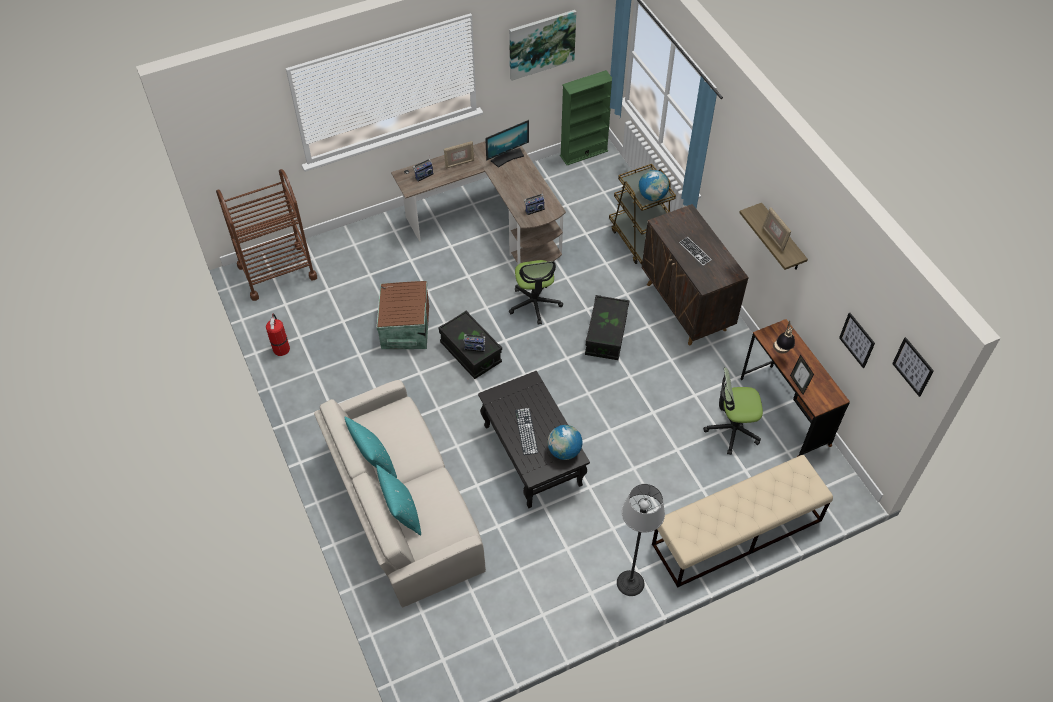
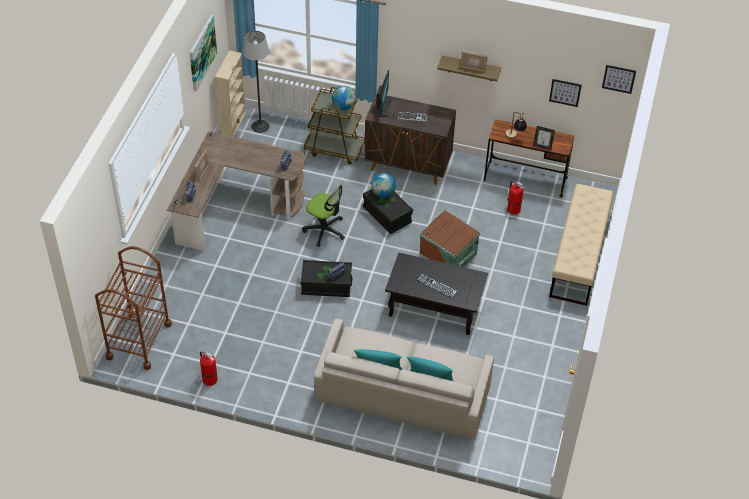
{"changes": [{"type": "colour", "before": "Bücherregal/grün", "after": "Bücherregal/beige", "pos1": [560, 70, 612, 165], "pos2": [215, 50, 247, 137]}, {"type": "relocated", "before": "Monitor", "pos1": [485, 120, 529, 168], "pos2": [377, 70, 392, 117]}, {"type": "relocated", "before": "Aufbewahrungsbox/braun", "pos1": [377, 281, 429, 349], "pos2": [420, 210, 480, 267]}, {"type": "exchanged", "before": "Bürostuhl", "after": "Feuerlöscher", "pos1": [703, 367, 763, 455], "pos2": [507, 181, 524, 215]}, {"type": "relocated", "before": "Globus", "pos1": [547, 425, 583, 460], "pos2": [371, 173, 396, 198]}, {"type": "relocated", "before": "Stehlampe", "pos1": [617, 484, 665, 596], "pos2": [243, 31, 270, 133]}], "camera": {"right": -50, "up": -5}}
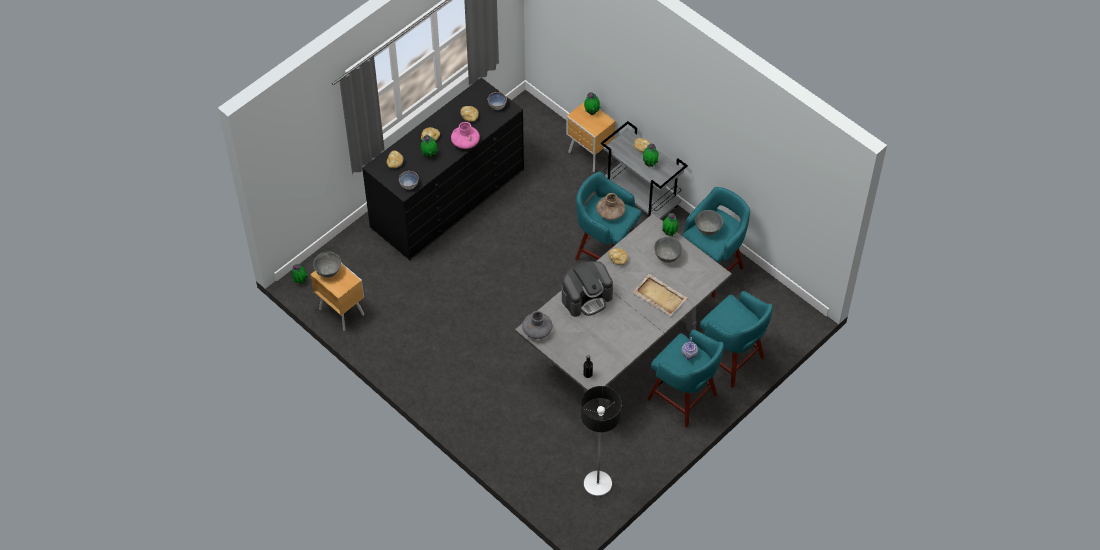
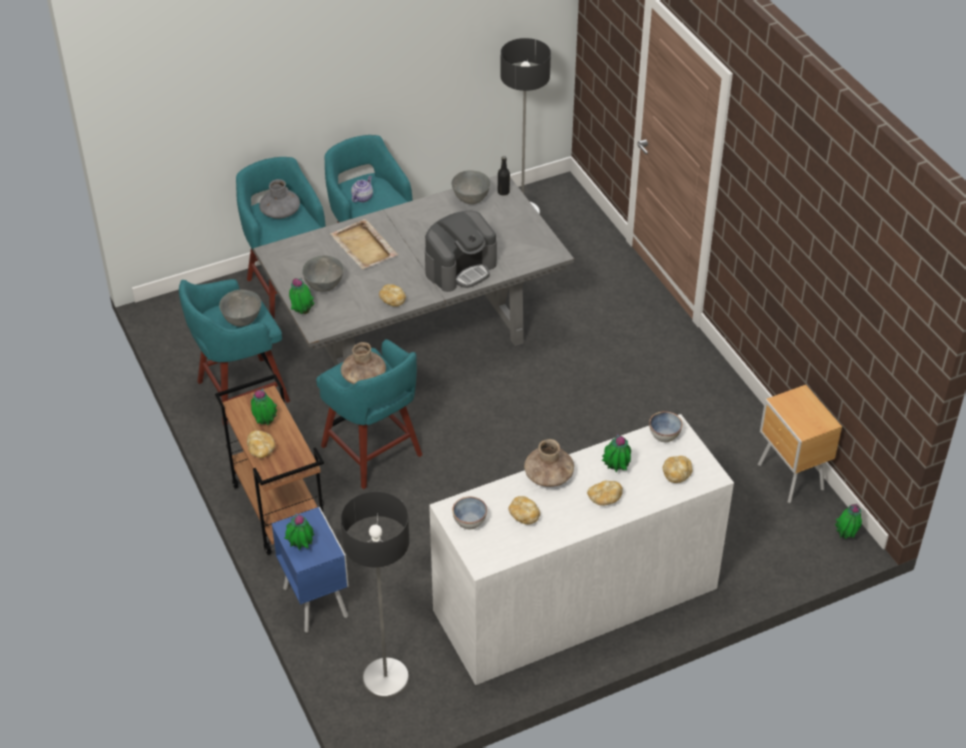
{"changes": [{"type": "colour", "before": "Kommode/schwarz", "after": "Kommode/weiß", "pos1": [362, 78, 524, 260], "pos2": [429, 414, 734, 685]}, {"type": "colour", "before": "Nachttisch/braun", "after": "Nachttisch/blau", "pos1": [566, 102, 615, 172], "pos2": [272, 507, 349, 633]}, {"type": "colour", "before": "Rollwagen/grau", "after": "Rollwagen/braun", "pos1": [601, 121, 688, 219], "pos2": [215, 374, 324, 555]}, {"type": "colour", "before": "Vase/rosa", "after": "Vase/braun", "pos1": [451, 122, 480, 149], "pos2": [524, 439, 574, 487]}, {"type": "relocated", "before": "Schüssel/grau", "pos1": [313, 251, 341, 278], "pos2": [451, 170, 491, 204]}, {"type": "spun", "before": "Kaffeemaschine", "pos1": [562, 261, 613, 317], "pos2": [425, 211, 497, 292], "turn": 150}, {"type": "relocated", "before": "Vase/grau", "pos1": [522, 311, 552, 339], "pos2": [259, 179, 300, 219]}, {"type": "appeared", "after": "Stehlampe", "pos2": [341, 491, 409, 699]}], "camera": {"right": -160, "up": -10}}
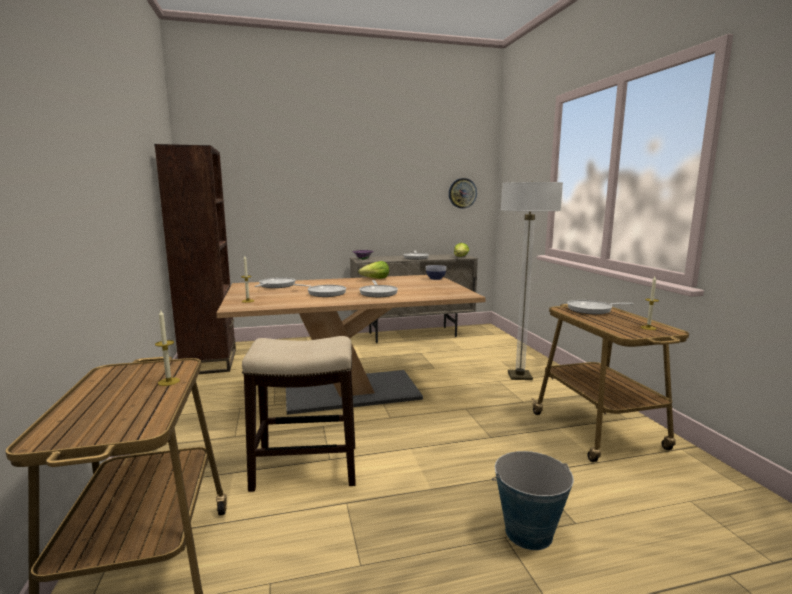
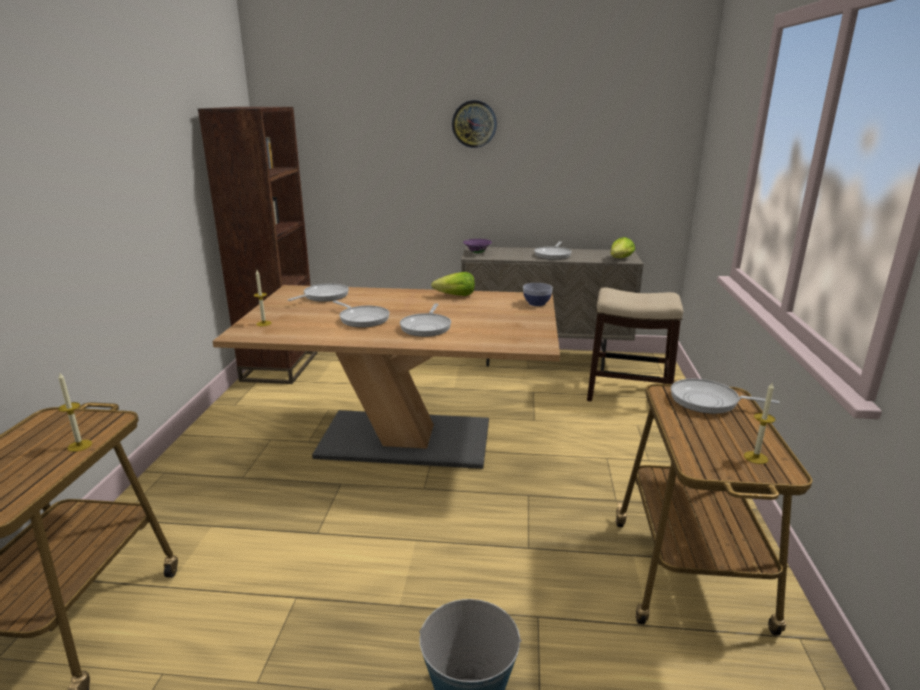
{"changes": [{"type": "relocated", "before": "Wanduhr", "pos1": [449, 178, 477, 208], "pos2": [452, 100, 497, 148]}, {"type": "missing", "before": "Stehlampe", "pos1": [501, 182, 563, 380]}, {"type": "relocated", "before": "Hocker", "pos1": [242, 336, 356, 492], "pos2": [587, 287, 683, 401]}], "camera": {"right": 20, "up": 10}}
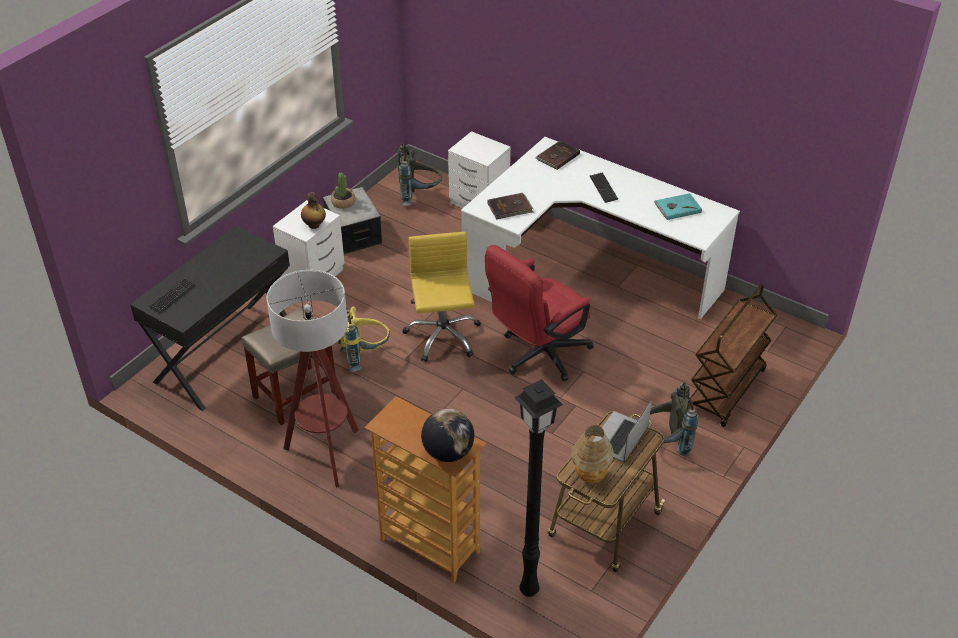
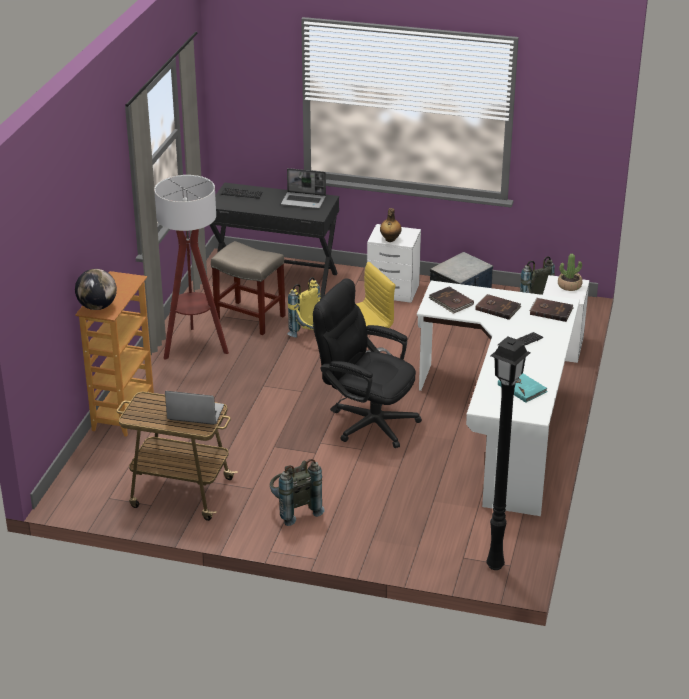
{"changes": [{"type": "relocated", "before": "Topfpflanze", "pos1": [331, 173, 355, 209], "pos2": [558, 254, 583, 291]}, {"type": "colour", "before": "Bürostuhl/rot", "after": "Bürostuhl/schwarz", "pos1": [485, 245, 594, 382], "pos2": [313, 278, 422, 448]}, {"type": "missing", "before": "Rollwagen/braun", "pos1": [689, 283, 777, 427]}, {"type": "relocated", "before": "Stehlampe/schwarz", "pos1": [514, 379, 563, 597], "pos2": [486, 337, 531, 570]}, {"type": "missing", "before": "Tischlampe", "pos1": [571, 425, 614, 483]}, {"type": "appeared", "after": "Laptop", "pos2": [281, 168, 326, 209]}, {"type": "appeared", "after": "Buch/braun", "pos2": [475, 294, 521, 320]}], "camera": {"right": 70, "up": -10}}
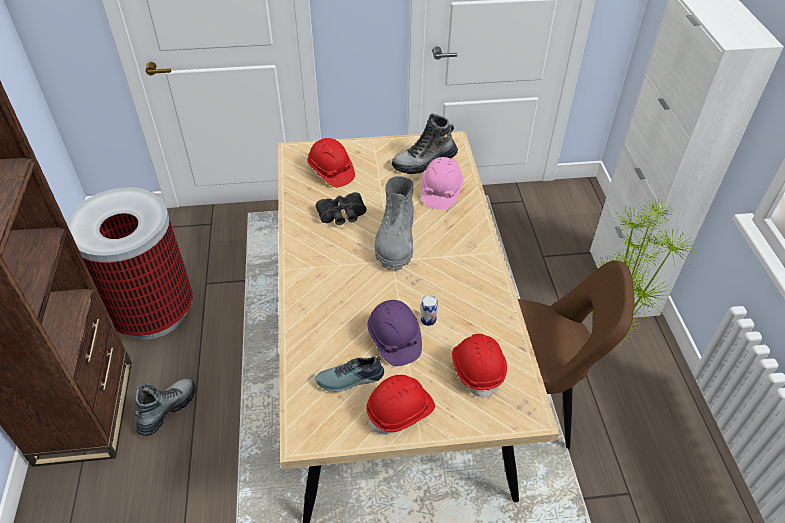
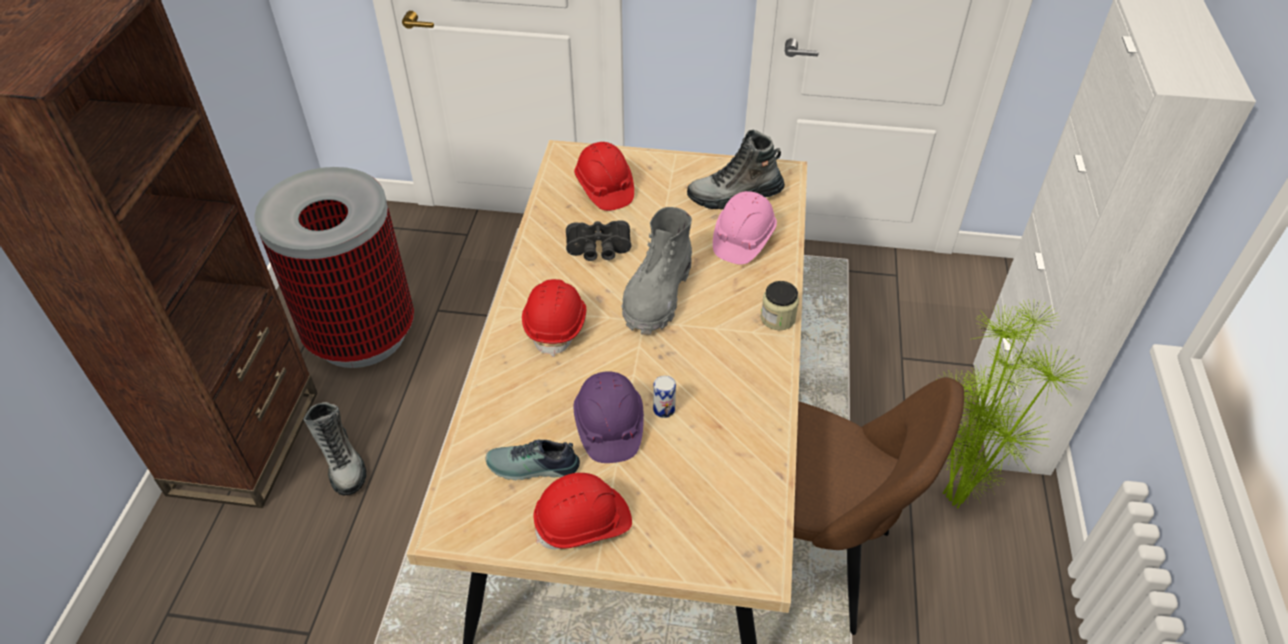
{"changes": [{"type": "relocated", "before": "Schutzhelm/rot", "pos1": [452, 334, 507, 399], "pos2": [522, 279, 586, 357]}, {"type": "spun", "before": "Stiefel", "pos1": [135, 378, 196, 436], "pos2": [303, 402, 366, 496], "turn": 105}, {"type": "appeared", "after": "Vorratsglas", "pos2": [761, 281, 799, 330]}], "camera": {"right": 15, "up": 0}}
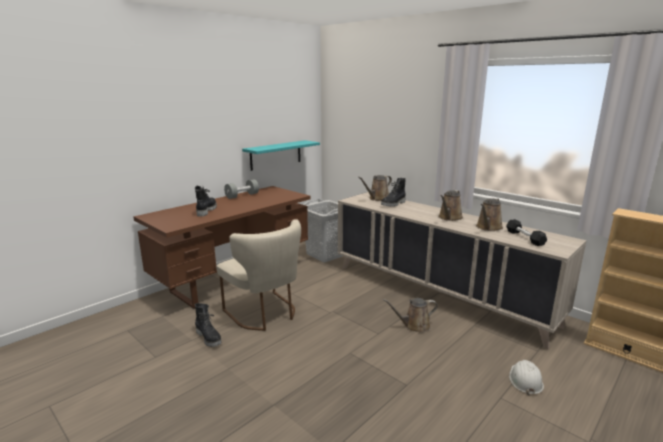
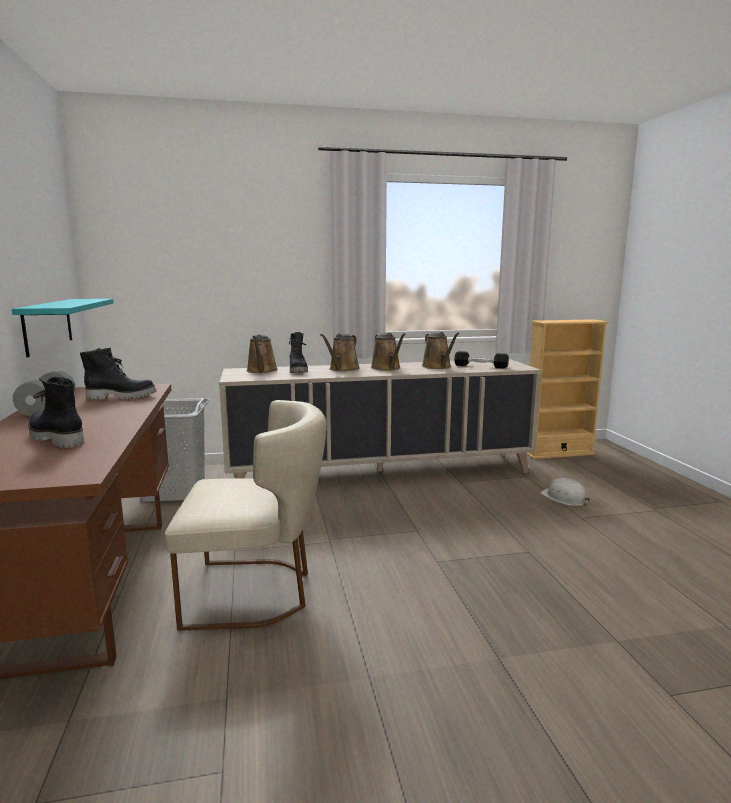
{"changes": [{"type": "relocated", "before": "Gießkanne/braun", "pos1": [383, 298, 438, 333], "pos2": [320, 333, 360, 371]}, {"type": "relocated", "before": "Stiefel/schwarz", "pos1": [195, 303, 222, 347], "pos2": [80, 348, 157, 400]}], "camera": {"right": -55, "up": -5}}
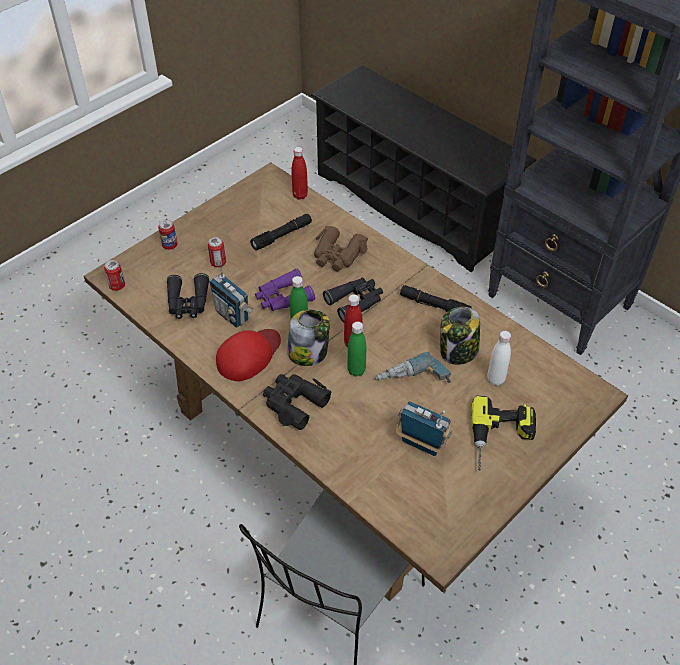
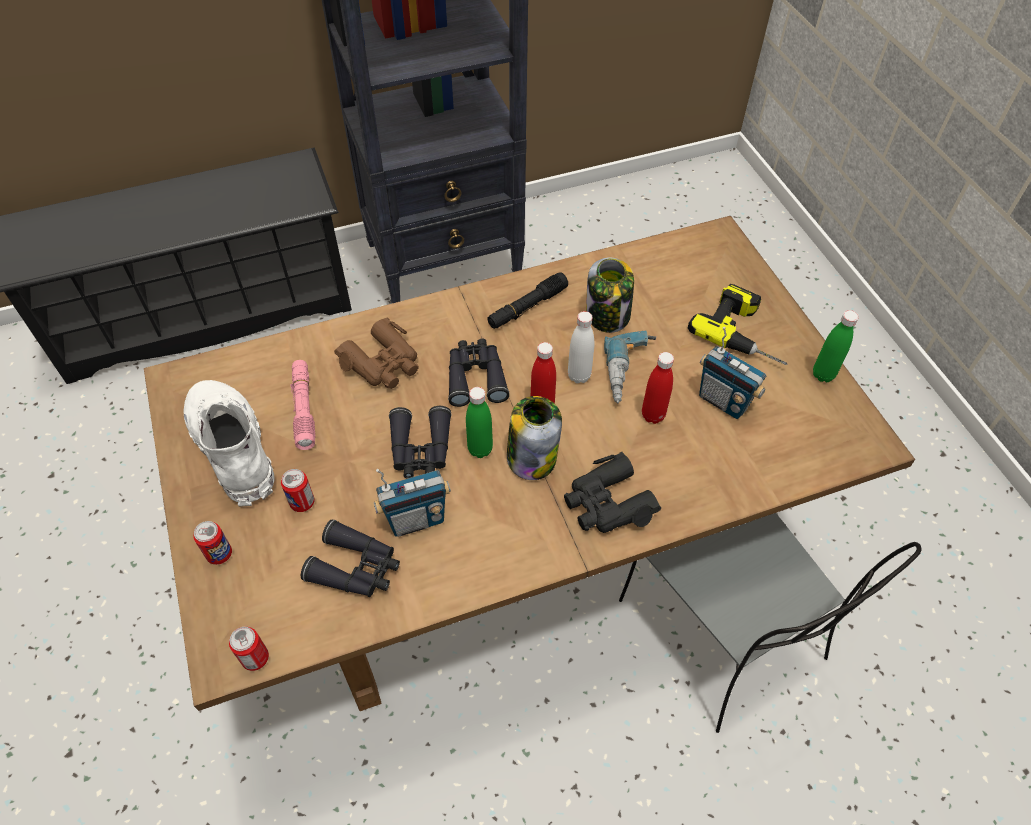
{"changes": [{"type": "relocated", "before": "Flasche/rot", "pos1": [291, 147, 308, 200], "pos2": [642, 352, 674, 424]}, {"type": "colour", "before": "Taschenlampe/schwarz", "after": "Taschenlampe/rosa", "pos1": [250, 214, 312, 250], "pos2": [290, 360, 316, 450]}, {"type": "colour", "before": "Fernglas/lila", "after": "Fernglas/schwarz", "pos1": [255, 269, 315, 311], "pos2": [389, 406, 452, 479]}, {"type": "relocated", "before": "Flasche/grün", "pos1": [347, 322, 366, 377], "pos2": [813, 310, 859, 382]}, {"type": "missing", "before": "Kappe/rot", "pos1": [216, 329, 281, 381]}, {"type": "relocated", "before": "Flasche/weiß", "pos1": [487, 331, 511, 386], "pos2": [568, 311, 595, 383]}, {"type": "spun", "before": "Radio", "pos1": [395, 401, 452, 456], "pos2": [699, 327, 766, 419], "turn": -105}, {"type": "appeared", "after": "Stiefel/weiß", "pos2": [184, 380, 274, 507]}], "camera": {"right": -65, "up": 5}}
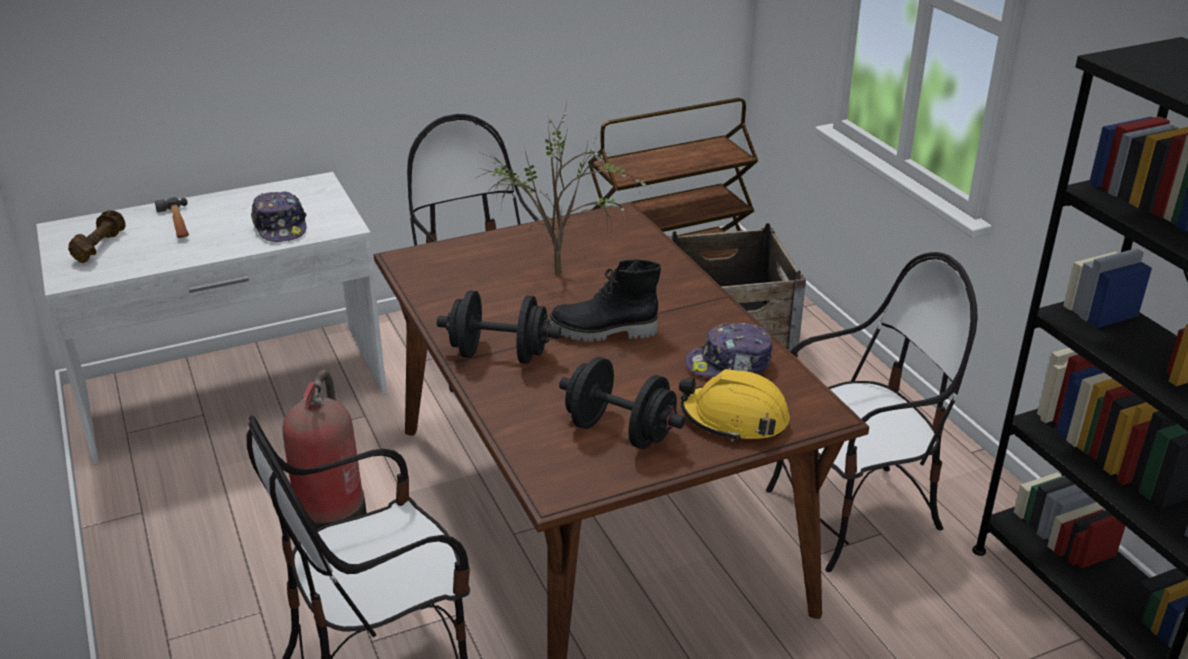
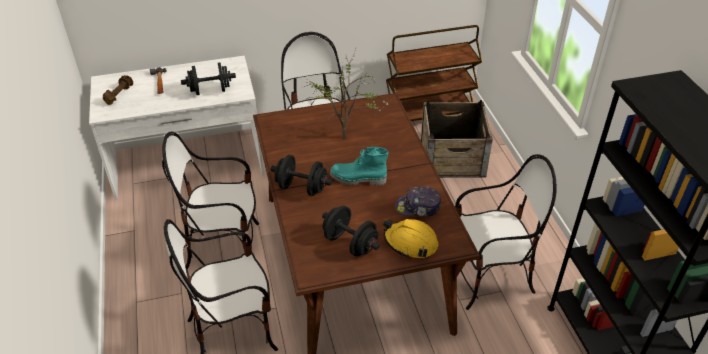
{"changes": [{"type": "exchanged", "before": "Kappe", "after": "Hantel/schwarz", "pos1": [251, 191, 307, 242], "pos2": [181, 62, 236, 95]}, {"type": "colour", "before": "Stiefel/schwarz", "after": "Stiefel/türkis", "pos1": [549, 259, 661, 342], "pos2": [330, 147, 389, 186]}, {"type": "exchanged", "before": "Feuerlöscher", "after": "Stuhl", "pos1": [282, 370, 367, 528], "pos2": [162, 131, 259, 269]}], "camera": {"right": 10, "up": 10}}
